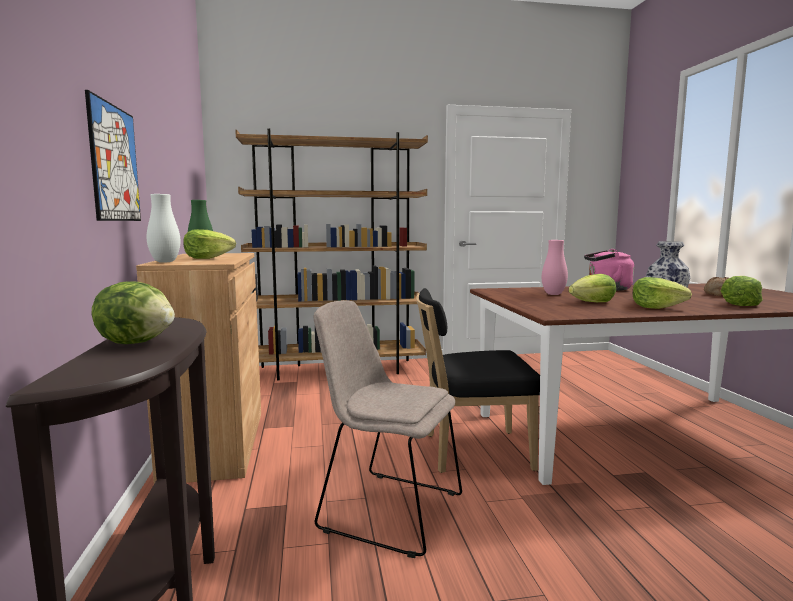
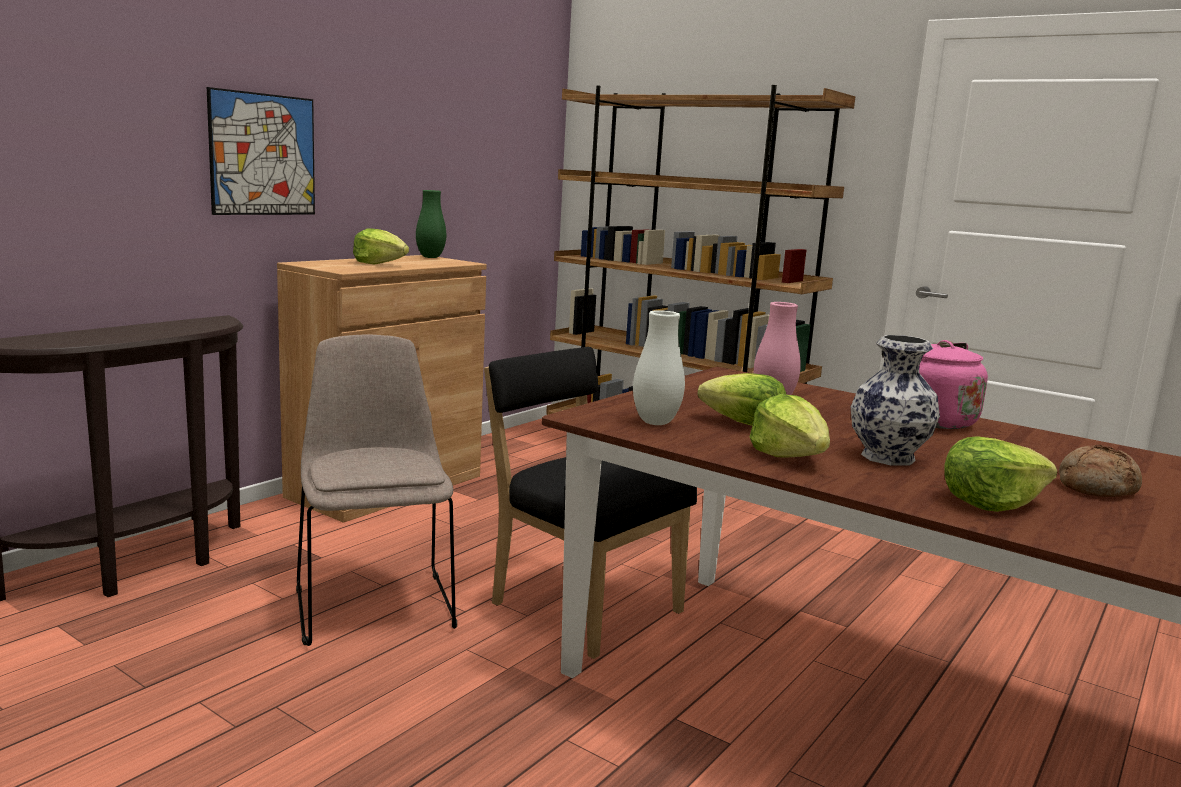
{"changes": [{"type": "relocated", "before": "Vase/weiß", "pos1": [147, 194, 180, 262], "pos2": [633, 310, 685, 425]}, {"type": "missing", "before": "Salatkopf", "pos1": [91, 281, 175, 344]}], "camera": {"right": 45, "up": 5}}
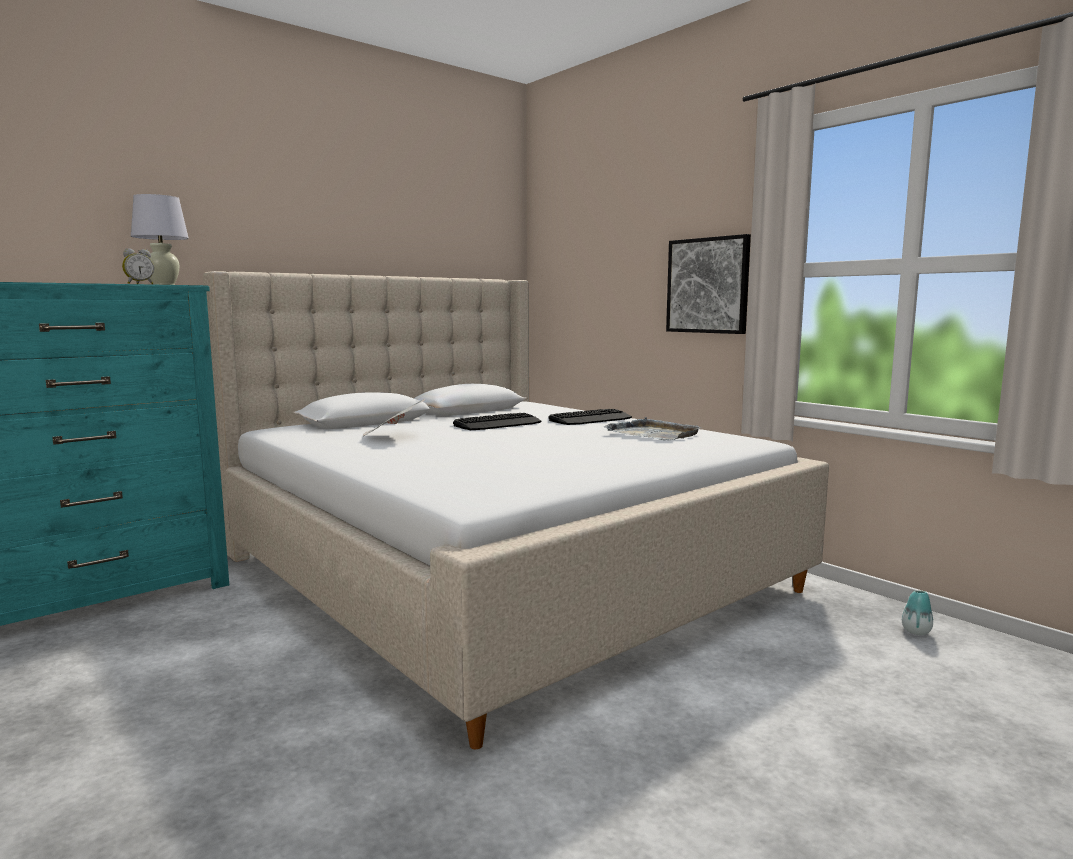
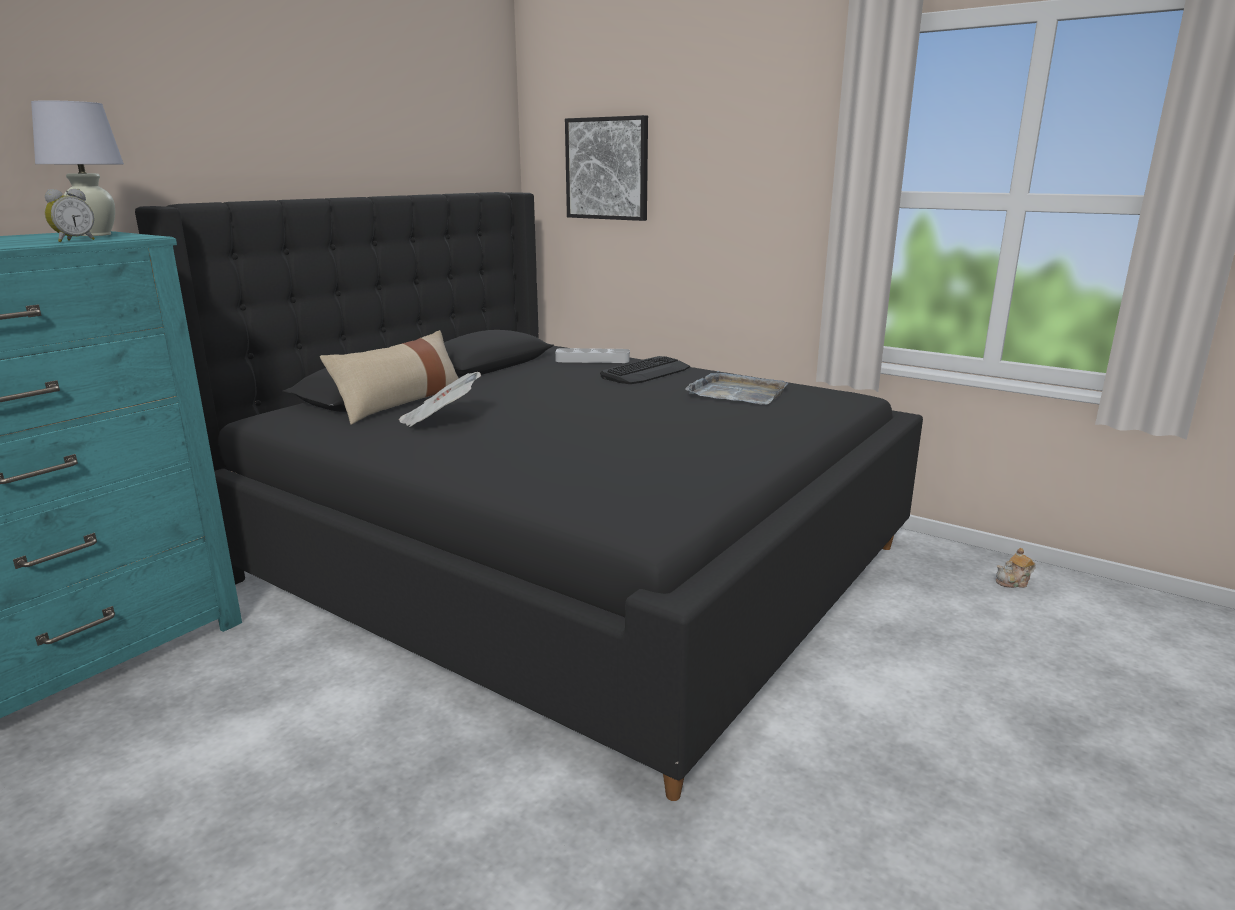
{"changes": [{"type": "relocated", "before": "Bild", "pos1": [666, 234, 751, 334], "pos2": [565, 115, 648, 221]}, {"type": "colour", "before": "Bett/beige", "after": "Bett/schwarz", "pos1": [203, 271, 829, 749], "pos2": [135, 192, 923, 801]}, {"type": "missing", "before": "Tastatur", "pos1": [453, 413, 542, 430]}, {"type": "exchanged", "before": "Vase", "after": "Teekanne", "pos1": [902, 590, 933, 635], "pos2": [996, 548, 1036, 588]}, {"type": "appeared", "after": "Kissen/beige", "pos2": [320, 330, 459, 425]}, {"type": "appeared", "after": "Tablett/grau", "pos2": [555, 348, 630, 363]}], "camera": {"right": -15, "up": 10}}
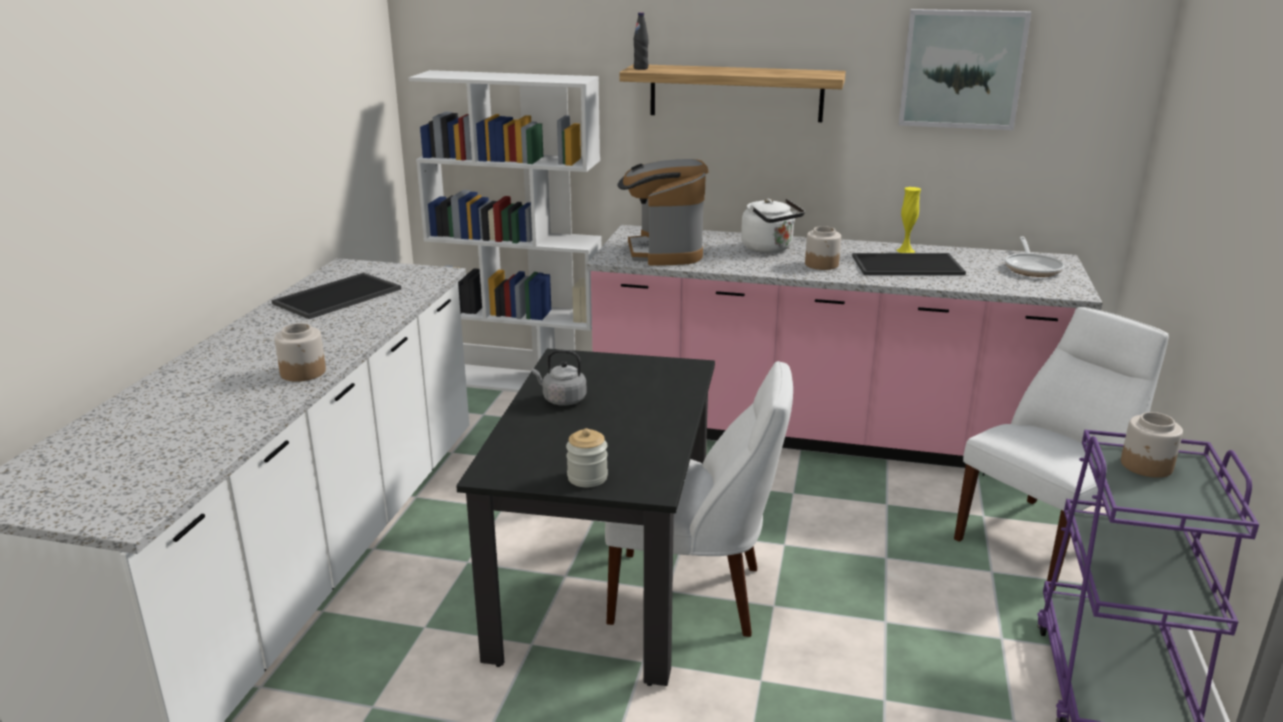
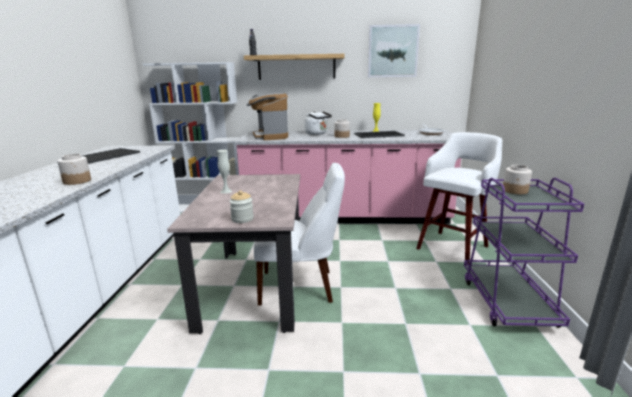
{"changes": [{"type": "exchanged", "before": "Stuhl/weiß", "after": "Hocker/weiß", "pos1": [954, 307, 1169, 591], "pos2": [416, 132, 502, 265]}, {"type": "colour", "before": "Esstisch/schwarz", "after": "Esstisch/beige", "pos1": [456, 349, 715, 686], "pos2": [167, 174, 300, 334]}, {"type": "exchanged", "before": "Wasserkessel/grau", "after": "Vase/weiß", "pos1": [532, 350, 587, 406], "pos2": [217, 150, 232, 194]}], "camera": {"right": -10, "up": -5}}
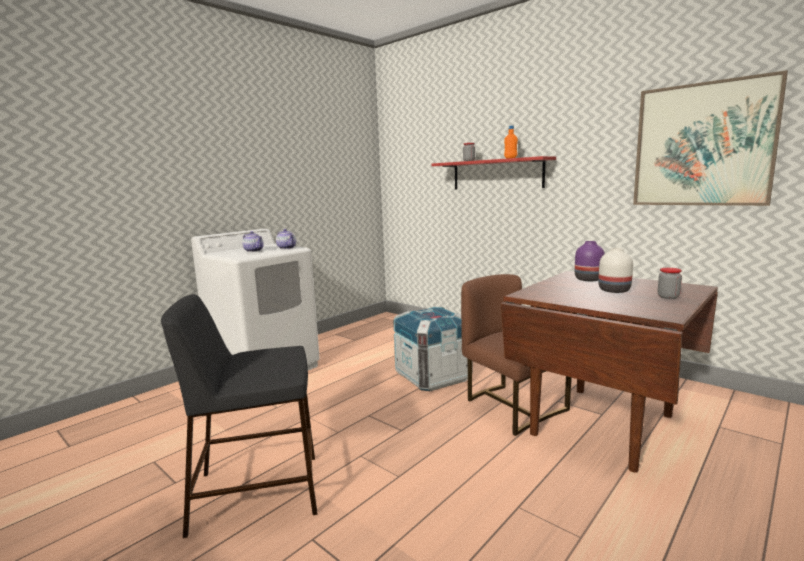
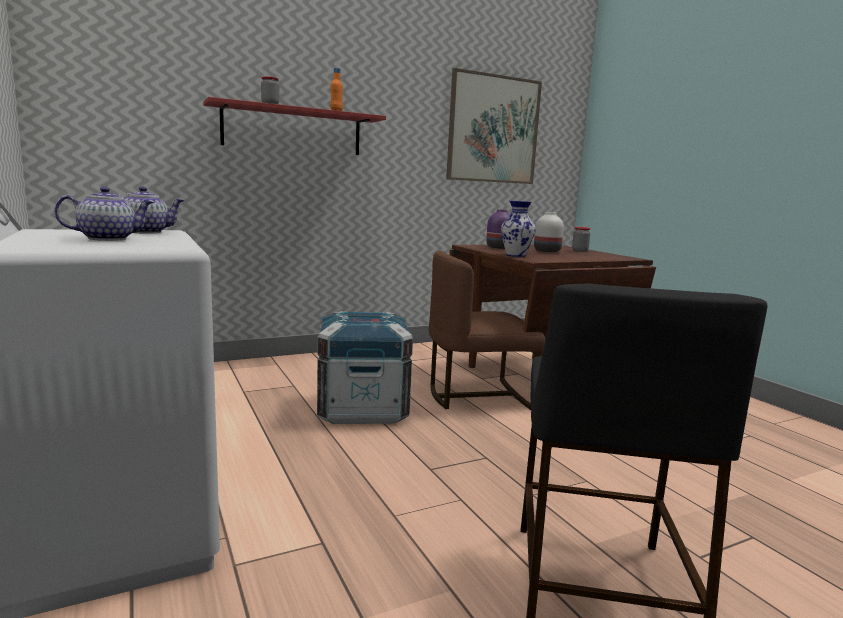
{"changes": [{"type": "appeared", "after": "Vase", "pos2": [501, 201, 536, 257]}], "camera": {"right": -70, "up": 0}}
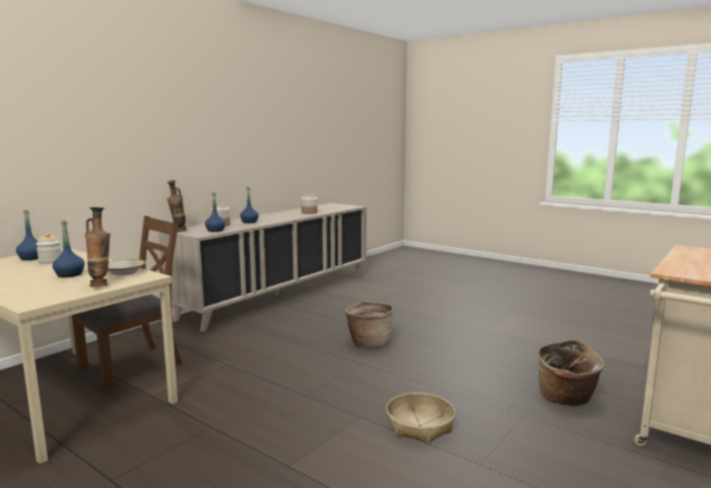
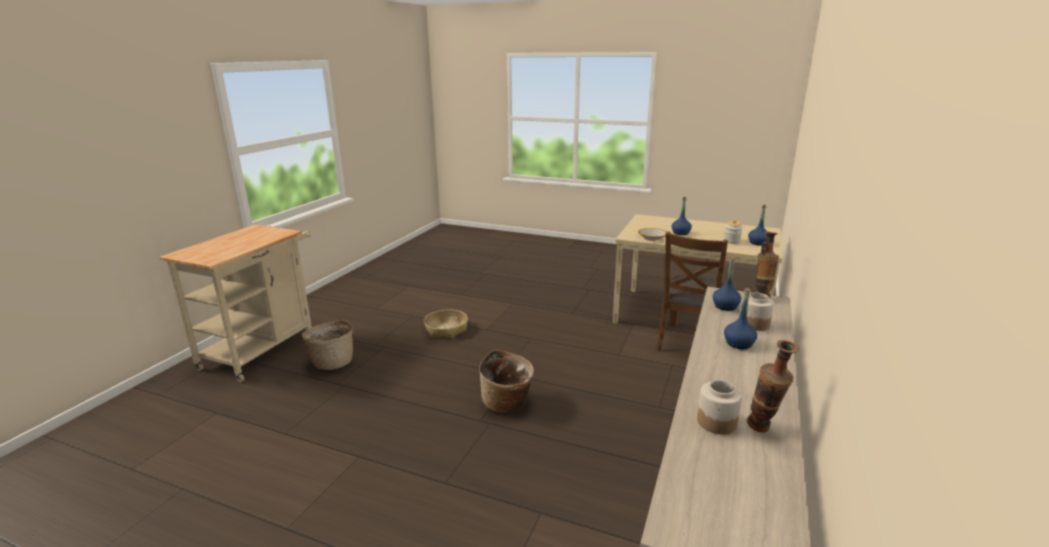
{"changes": [{"type": "relocated", "before": "Vase", "pos1": [85, 207, 111, 287], "pos2": [747, 340, 799, 432]}], "camera": {"right": 165, "up": 10}}
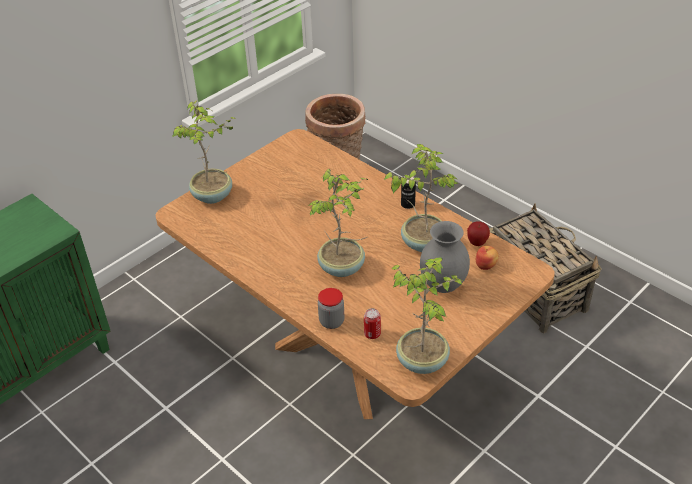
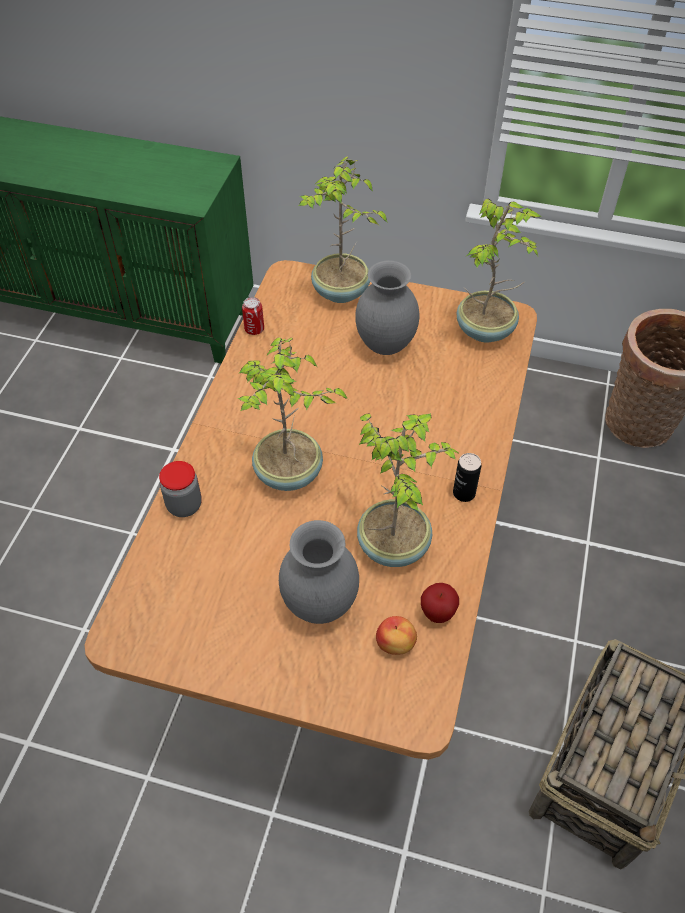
{"changes": [{"type": "relocated", "before": "Topfpflanze", "pos1": [392, 257, 463, 374], "pos2": [457, 198, 543, 342]}, {"type": "relocated", "before": "Dose", "pos1": [364, 308, 381, 339], "pos2": [242, 297, 264, 335]}, {"type": "appeared", "after": "Vase/grau", "pos2": [355, 261, 419, 355]}], "camera": {"right": 60, "up": 10}}
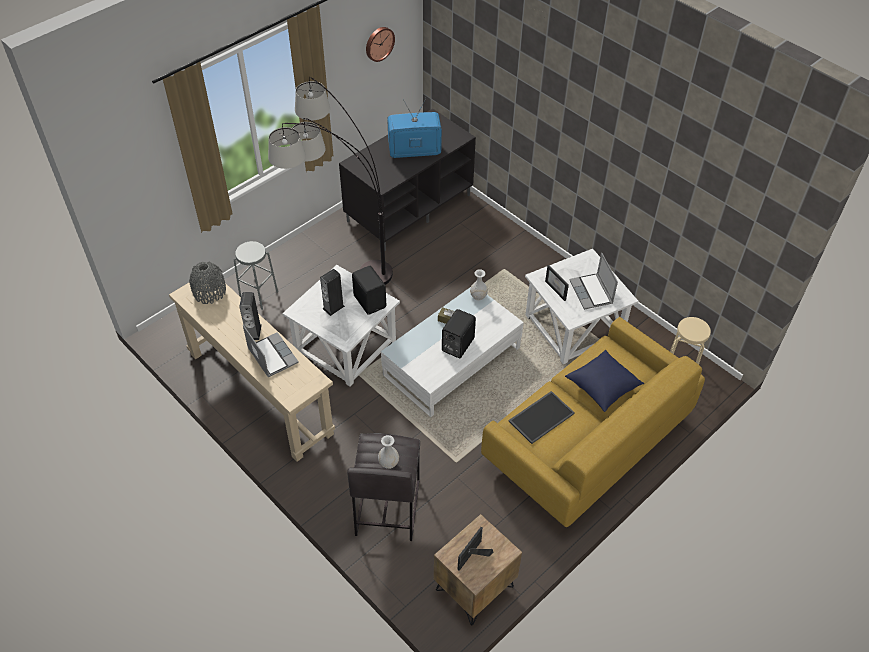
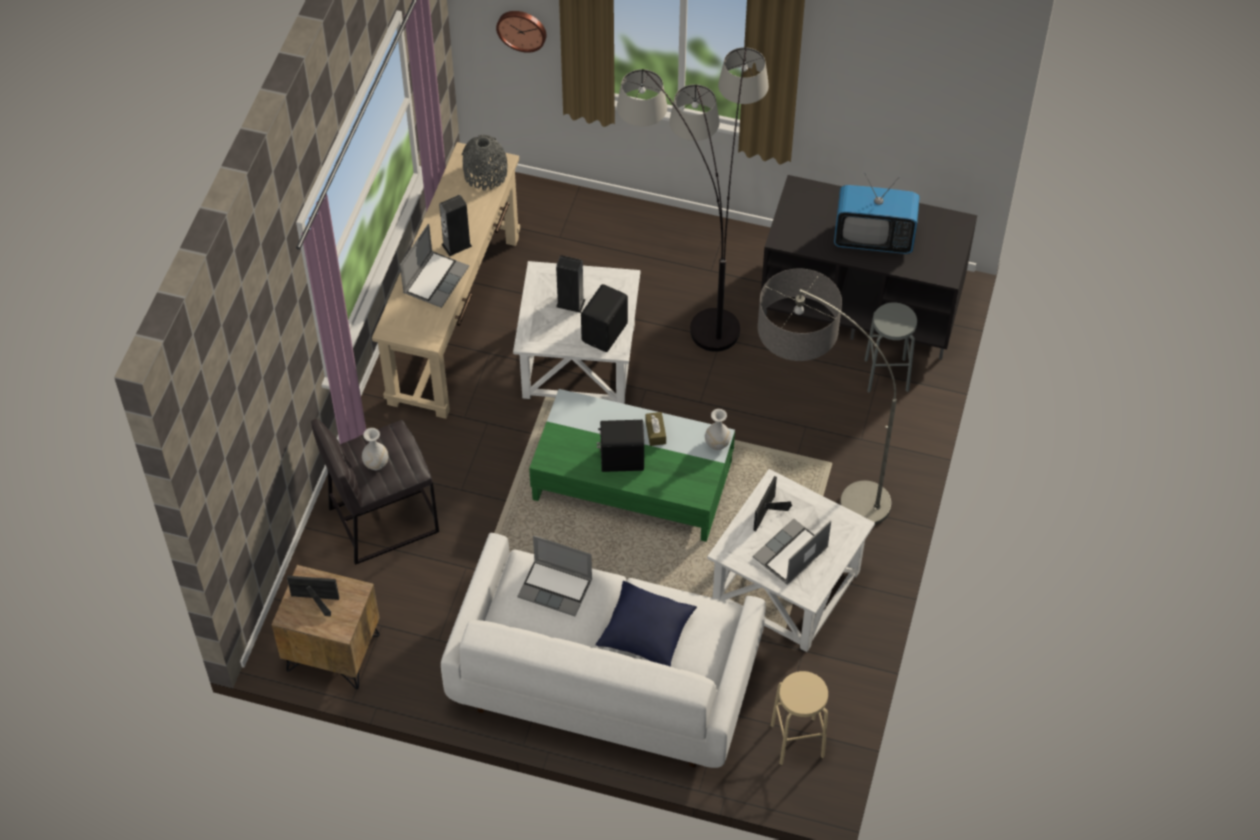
{"changes": [{"type": "relocated", "before": "Wanduhr", "pos1": [366, 27, 395, 62], "pos2": [496, 11, 547, 53]}, {"type": "spun", "before": "Fernseher", "pos1": [387, 98, 442, 158], "pos2": [834, 173, 920, 254], "turn": 135}, {"type": "relocated", "before": "Hocker/grau", "pos1": [234, 241, 278, 310], "pos2": [864, 302, 917, 393]}, {"type": "colour", "before": "Couchtisch/weiß", "after": "Couchtisch/grün", "pos1": [381, 287, 524, 417], "pos2": [529, 389, 735, 542]}, {"type": "colour", "before": "Sofa/gelb", "after": "Sofa/weiß", "pos1": [481, 317, 705, 527], "pos2": [441, 533, 766, 768]}, {"type": "exchanged", "before": "Tablett", "after": "Laptop", "pos1": [509, 391, 575, 444], "pos2": [517, 535, 592, 616]}, {"type": "appeared", "after": "Stehlampe", "pos2": [758, 268, 897, 525]}], "camera": {"right": 60, "up": 5}}
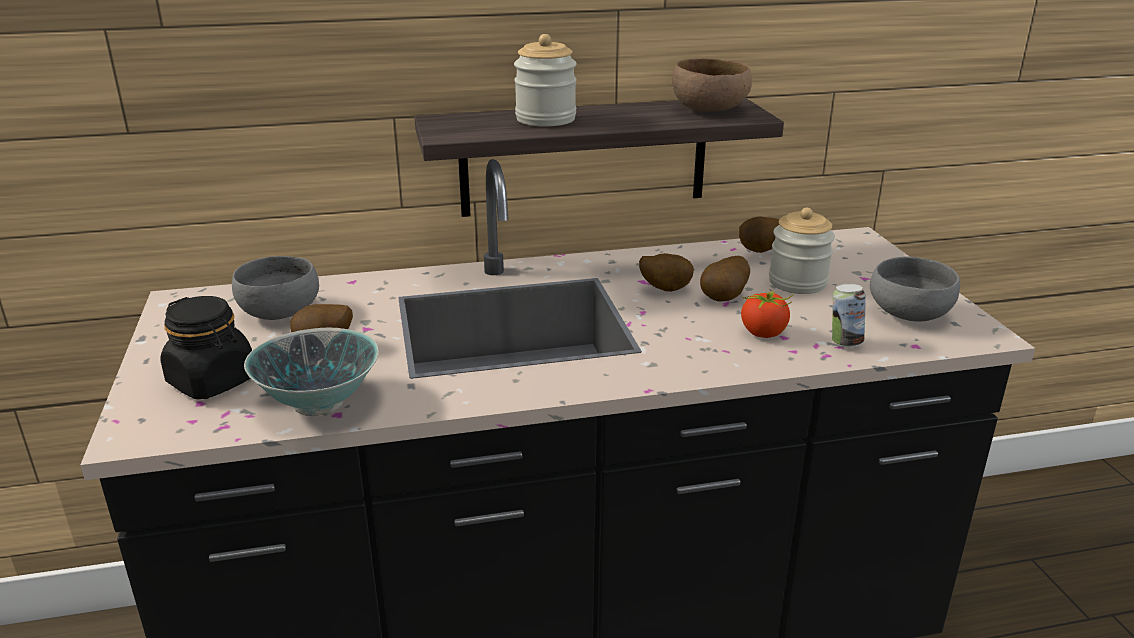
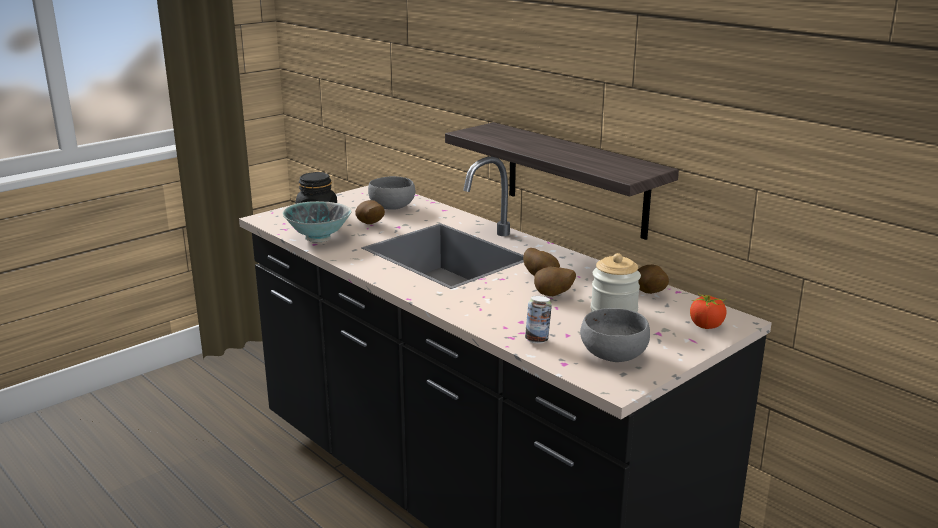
{"changes": [{"type": "missing", "before": "Vorratsglas", "pos1": [514, 34, 577, 127]}, {"type": "missing", "before": "Schüssel/braun", "pos1": [672, 58, 752, 113]}, {"type": "relocated", "before": "Tomate", "pos1": [741, 289, 794, 338], "pos2": [690, 293, 727, 329]}], "camera": {"right": 60, "up": -5}}
